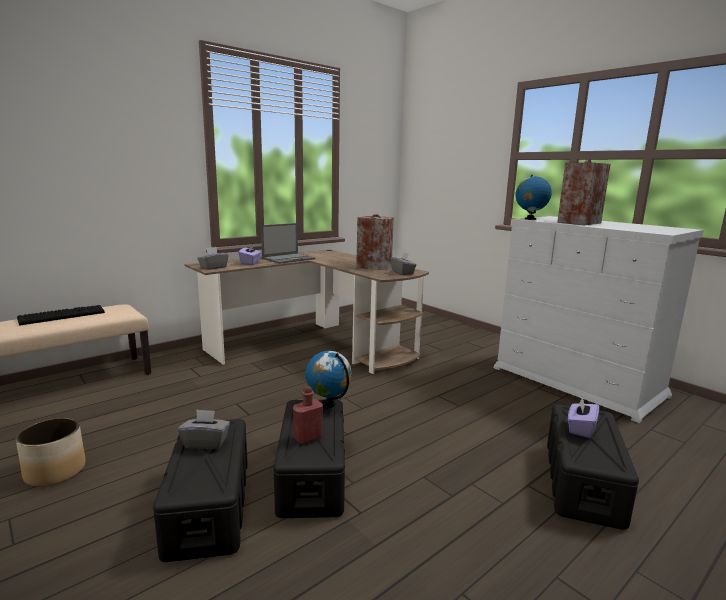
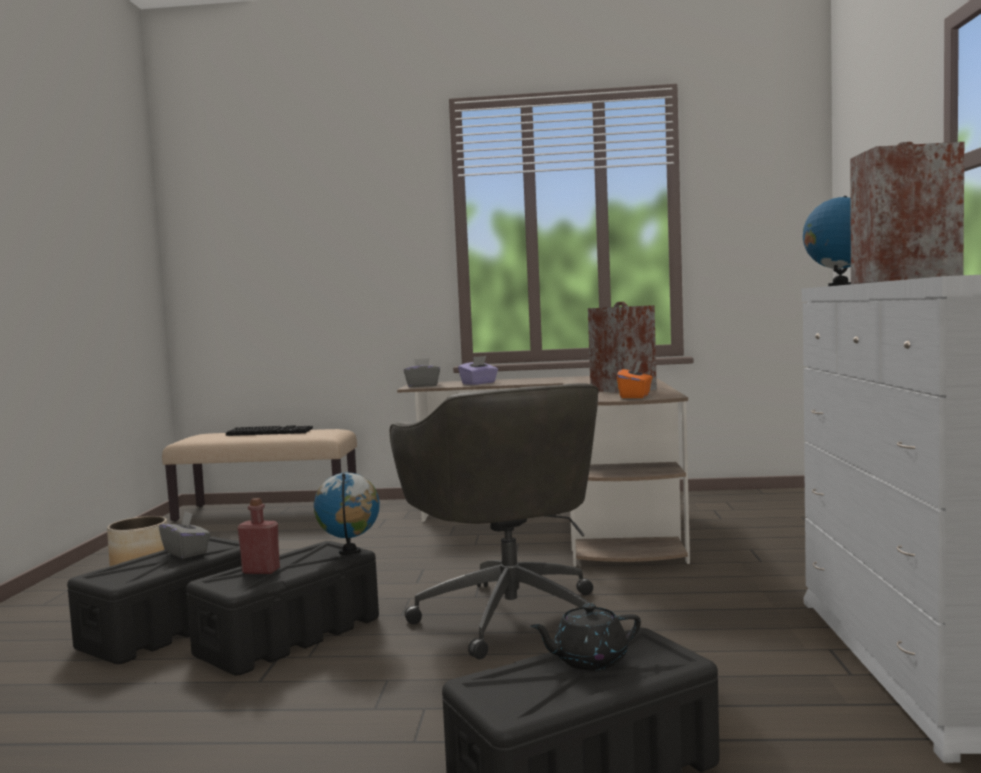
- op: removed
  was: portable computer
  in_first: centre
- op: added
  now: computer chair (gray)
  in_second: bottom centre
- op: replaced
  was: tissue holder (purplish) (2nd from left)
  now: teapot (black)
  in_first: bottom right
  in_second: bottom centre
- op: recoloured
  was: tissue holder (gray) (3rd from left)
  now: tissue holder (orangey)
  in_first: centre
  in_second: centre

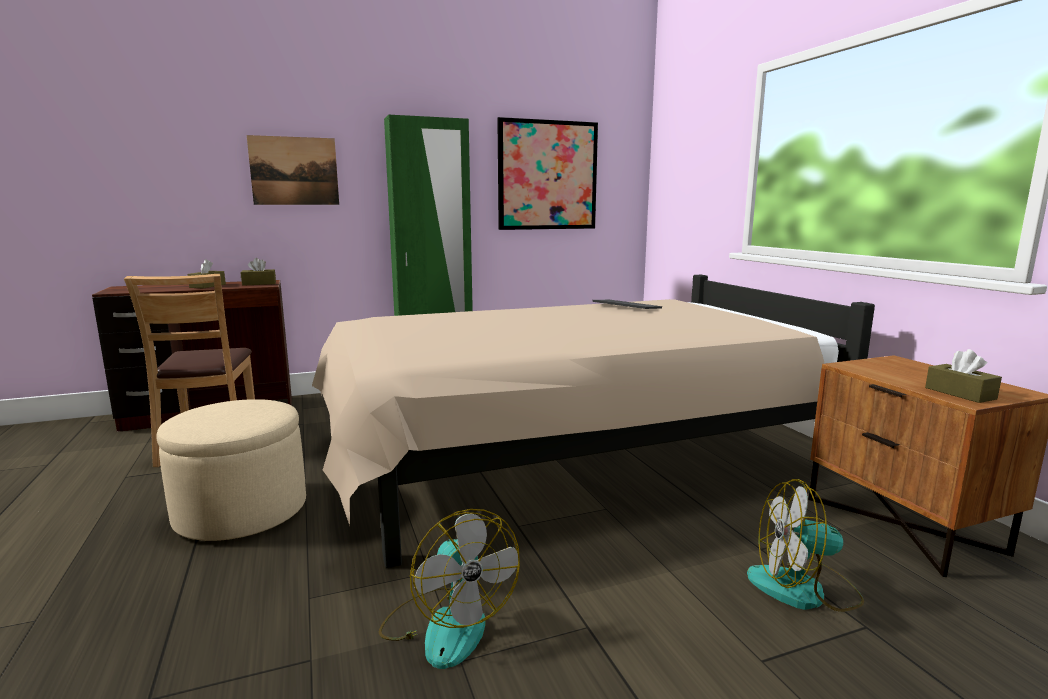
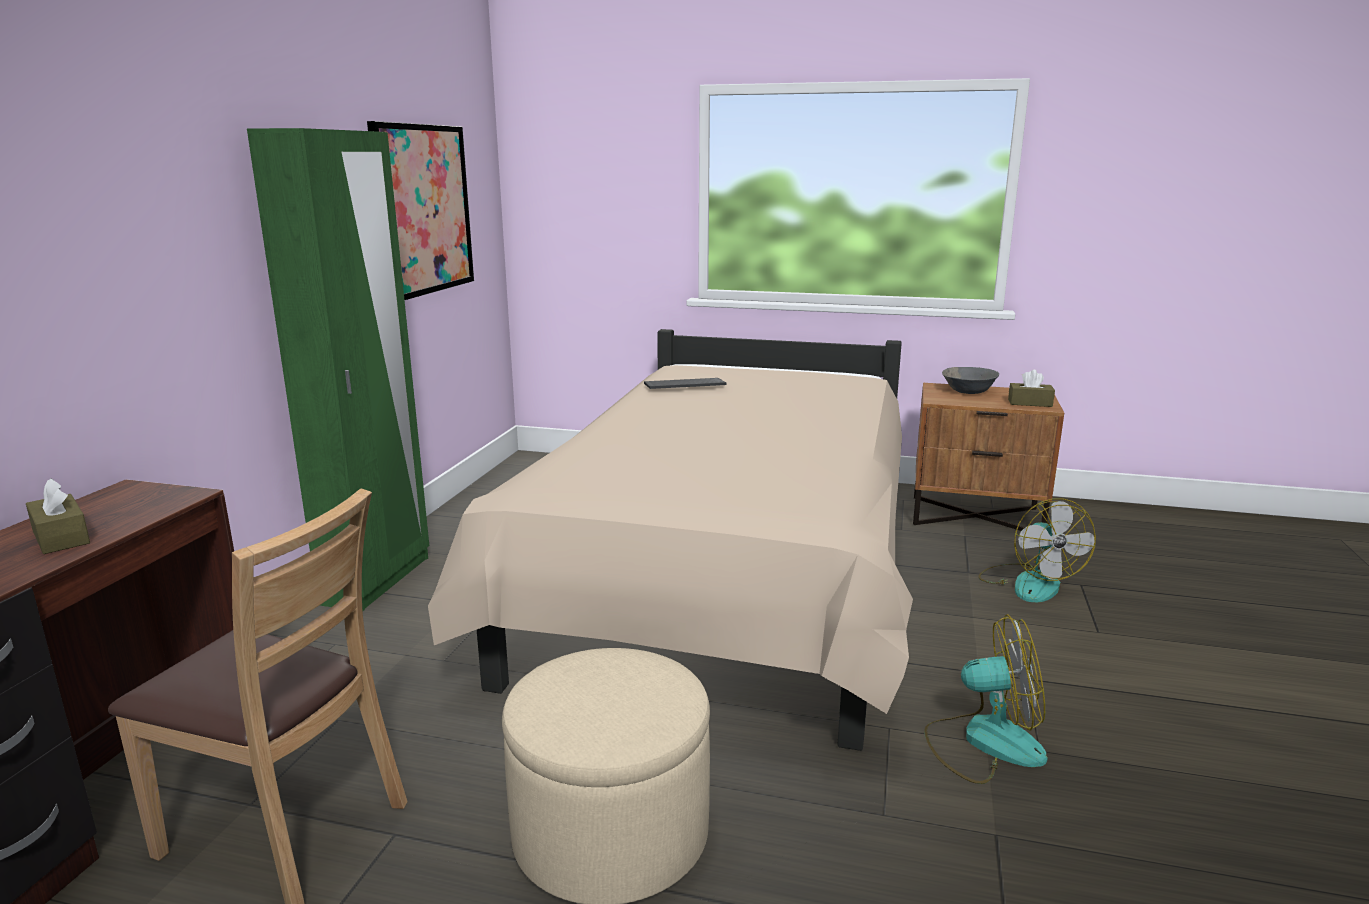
- op: removed
  was: tissue holder (brown) (2nd from left)
  in_first: middle left
- op: removed
  was: wall picture (1st from left)
  in_first: top left
- op: added
  now: bowl (gray)
  in_second: middle right
- op: turned
  was: cooling fan (2nd from left)
  in_first: bottom right
  in_second: middle right
  clockwise: -45

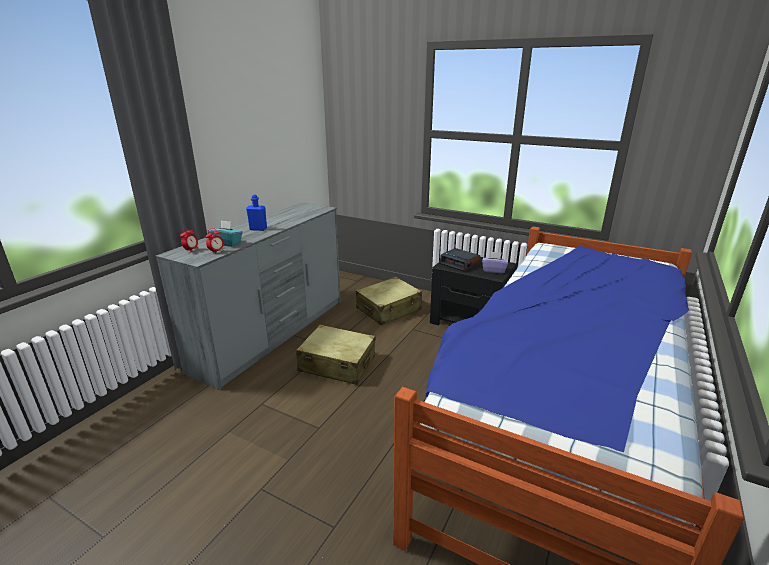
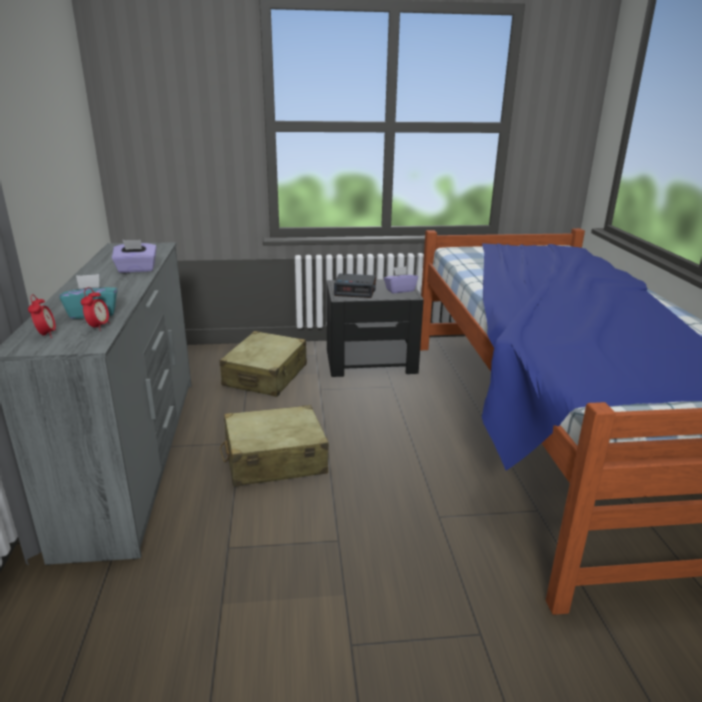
- op: removed
  was: bottle (blue)
  in_first: middle left
- op: added
  now: tissue holder (purplish) (1st from left)
  in_second: middle left

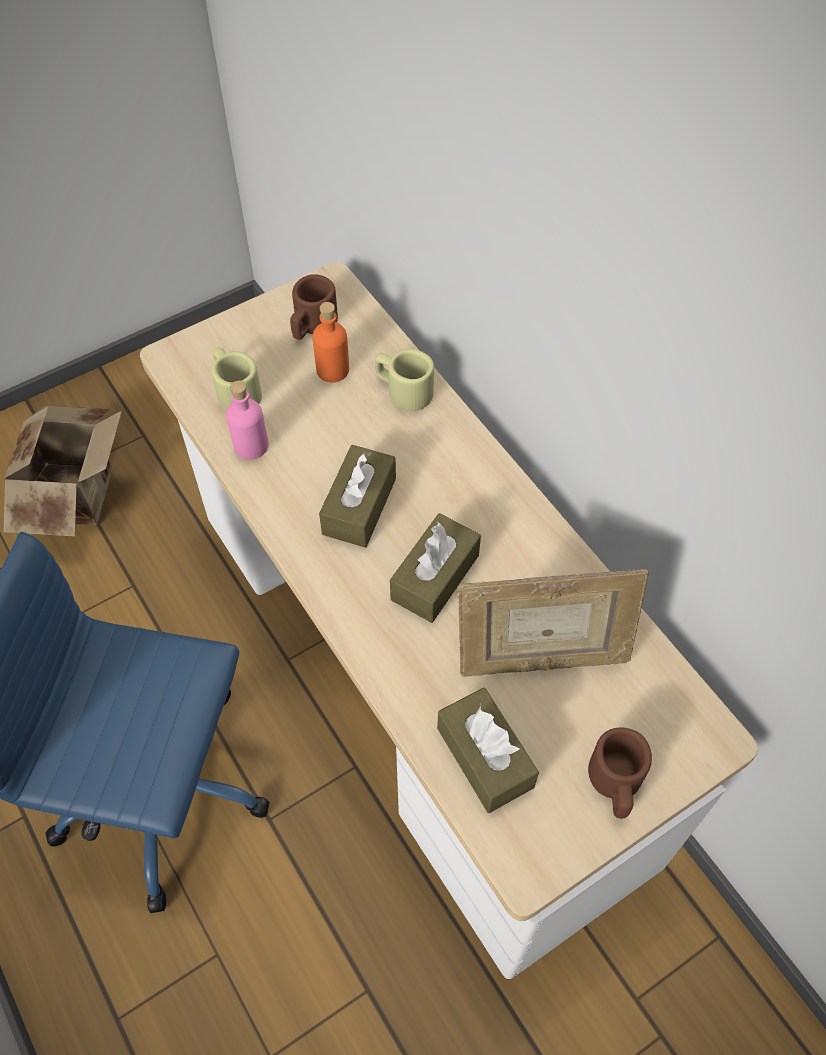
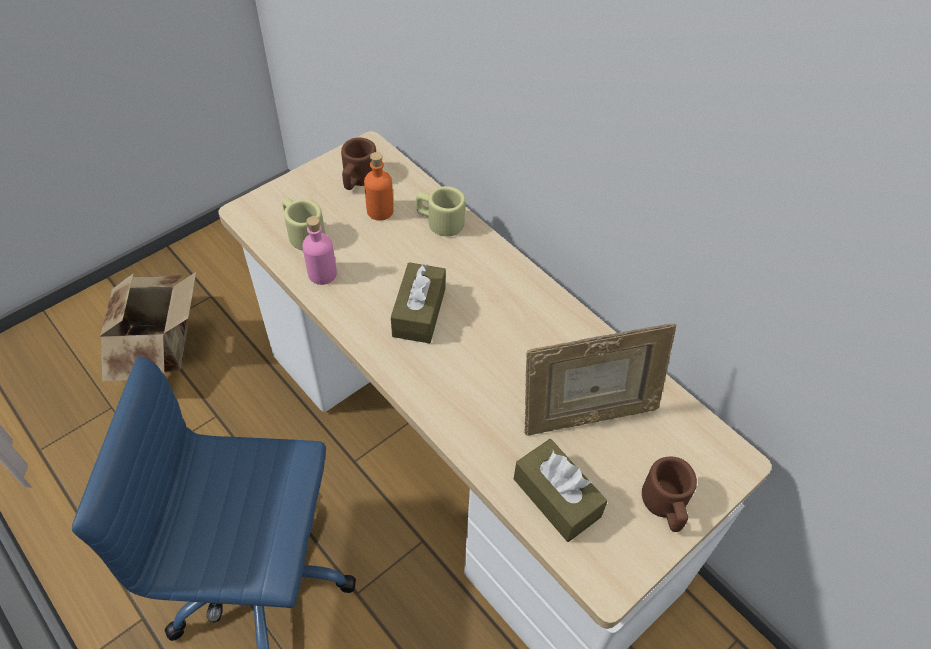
- op: removed
  was: tissue holder (brown) (2nd from left)
  in_first: centre

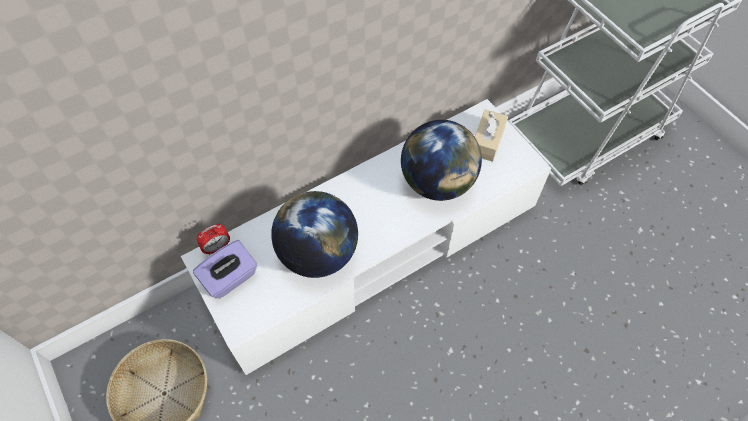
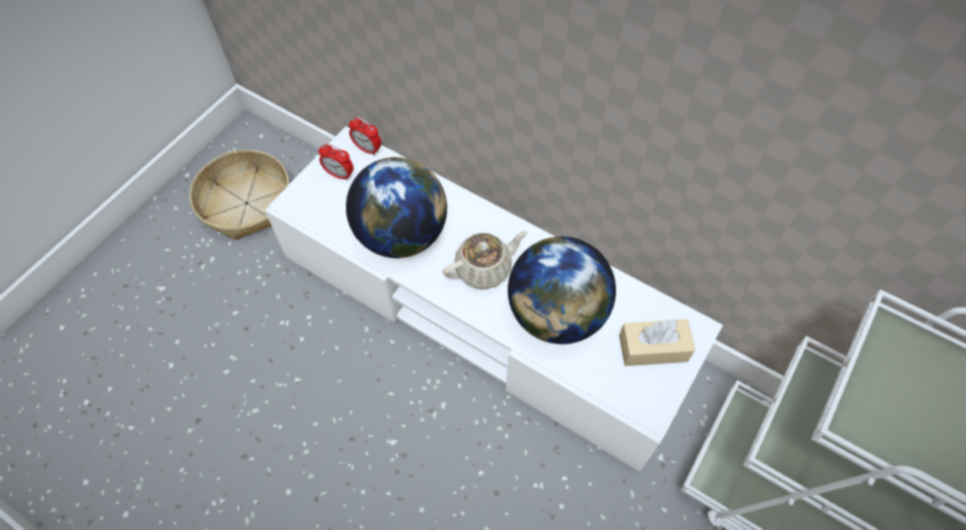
- op: added
  now: teapot (beige-coloured)
  in_second: centre
- op: replaced
  was: tissue holder (purplish)
  now: table clock (1st from left)
  in_first: middle left
  in_second: top centre

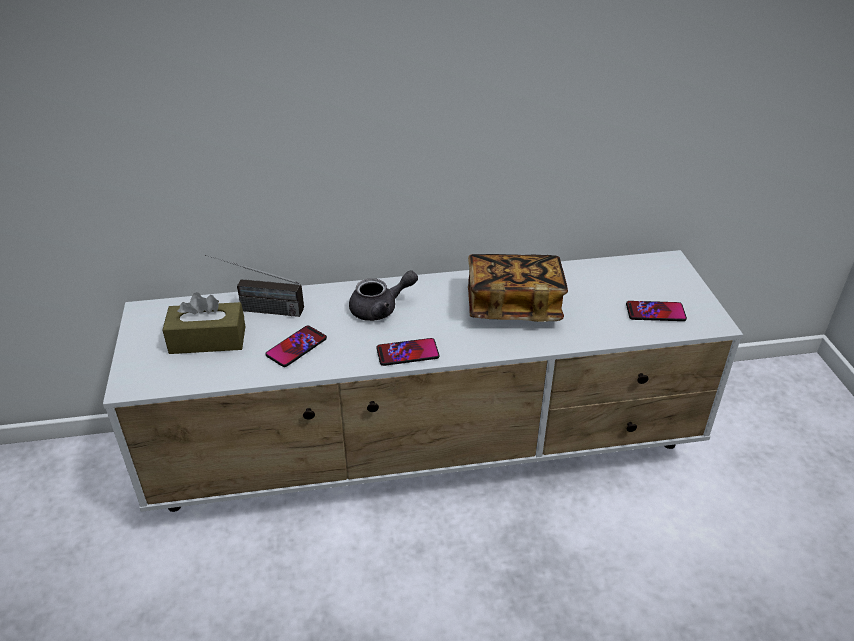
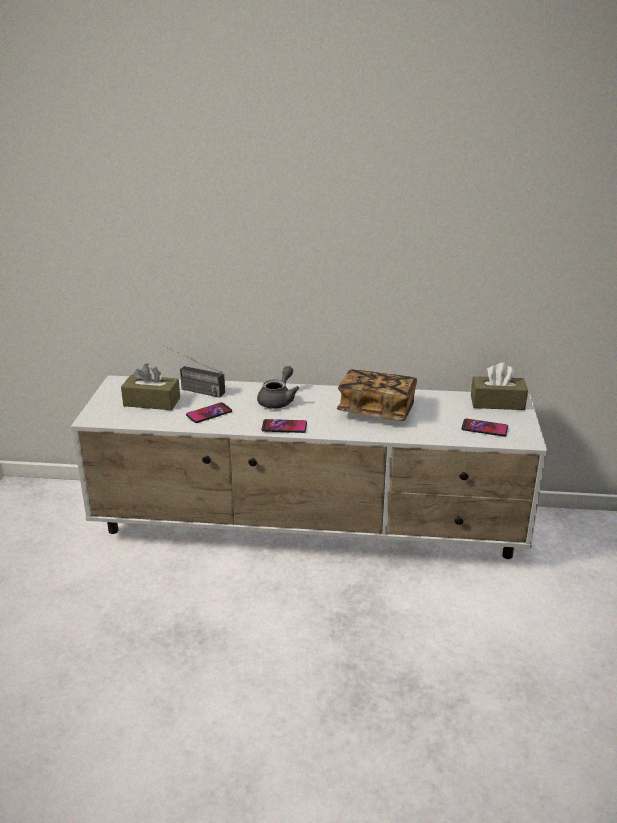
- op: added
  now: tissue holder (brown) (2nd from left)
  in_second: middle right
- op: turned
  was: teapot (gray)
  in_first: centre
  in_second: centre
  clockwise: -60

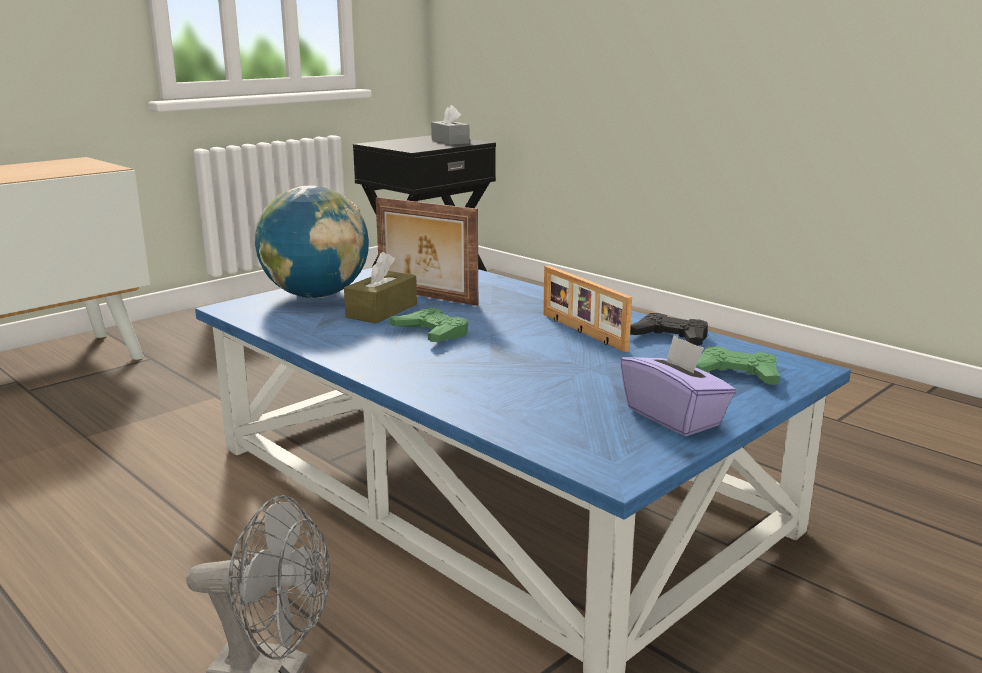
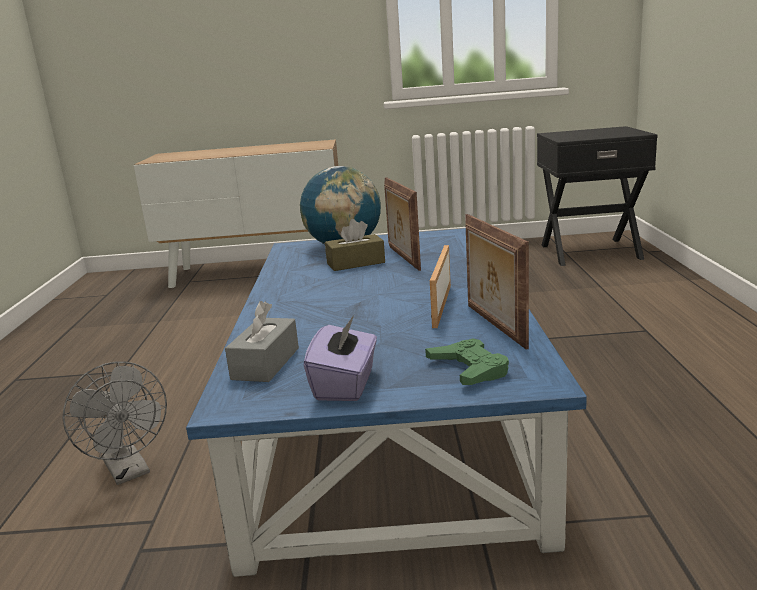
- op: removed
  was: joypad (green-coloured) (1st from left)
  in_first: centre
- op: moved
  was: tissue holder (gray)
  in_first: top centre
  in_second: centre
- op: replaced
  was: joypad (black)
  now: standing frame (3rd from left)
  in_first: middle right
  in_second: centre

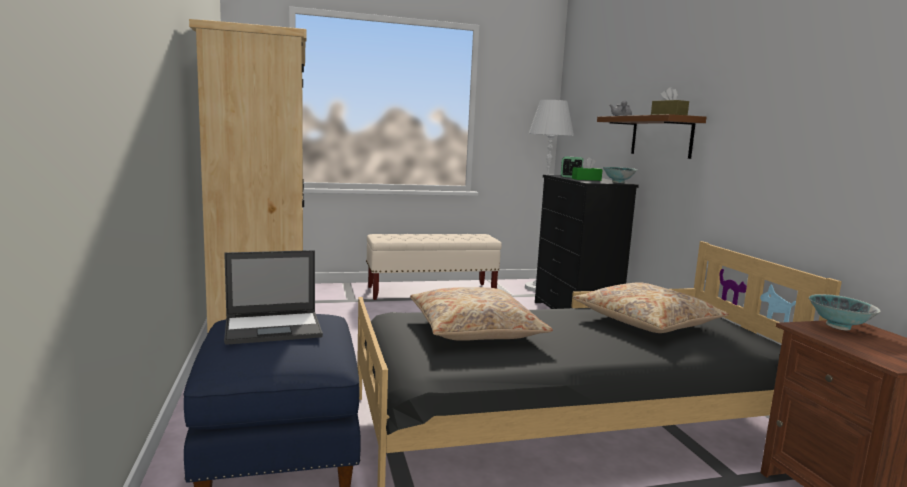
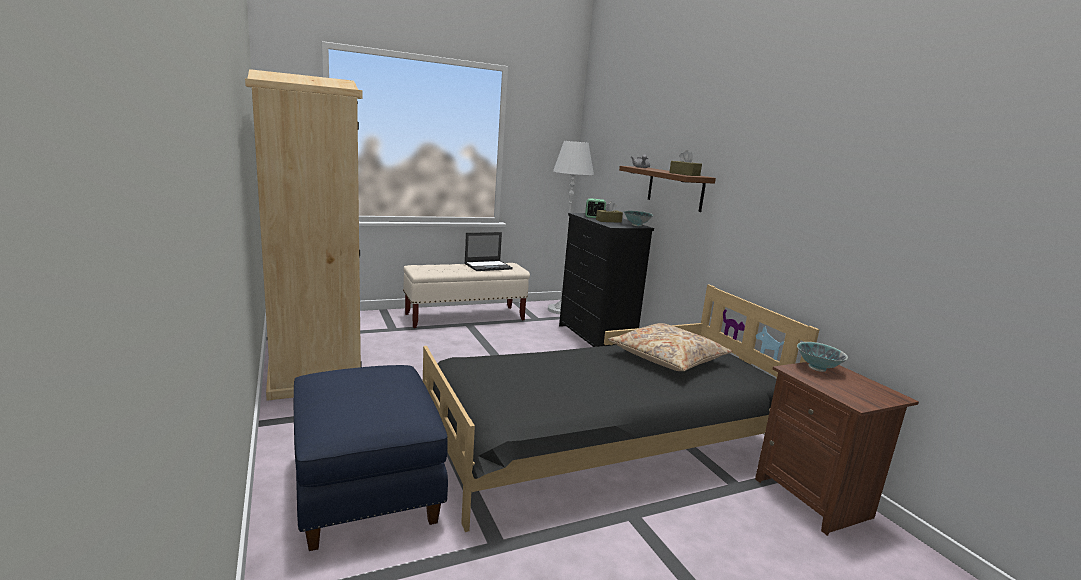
- op: removed
  was: cushion (beige-coloured) (1st from left)
  in_first: centre
- op: moved
  was: portable computer
  in_first: middle left
  in_second: centre
- op: recoloured
  was: tissue holder (green-coloured)
  now: tissue holder (brown) (1st from left)
  in_first: centre
  in_second: centre

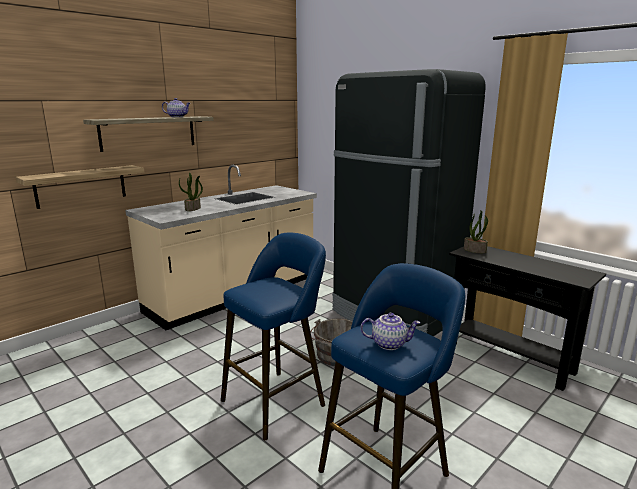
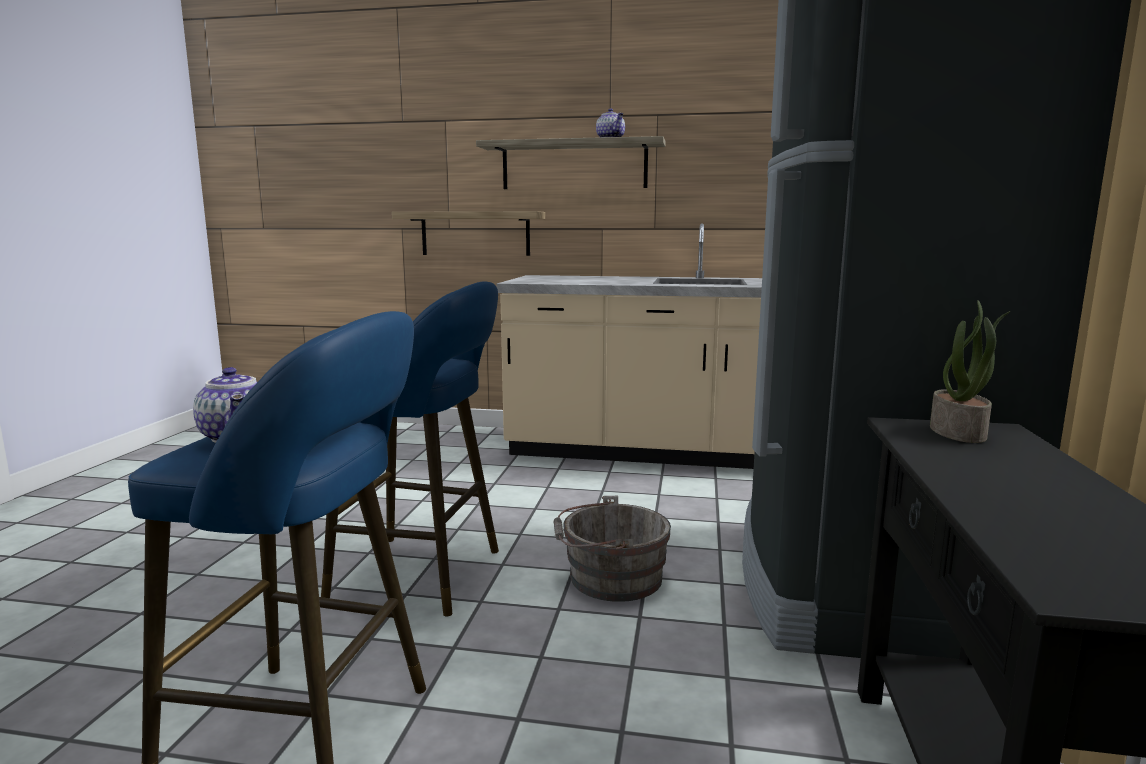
- op: removed
  was: plant in a pot (1st from left)
  in_first: middle left

